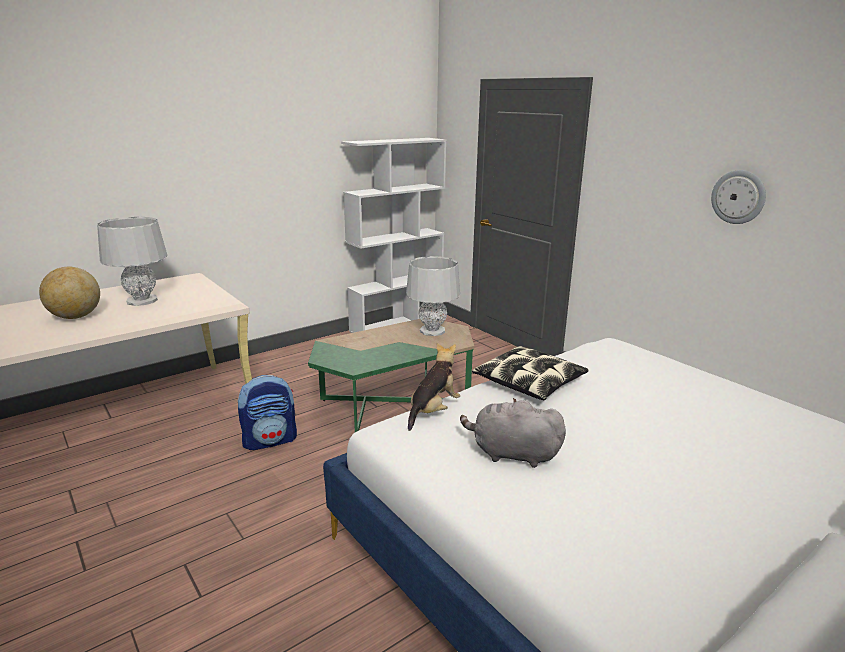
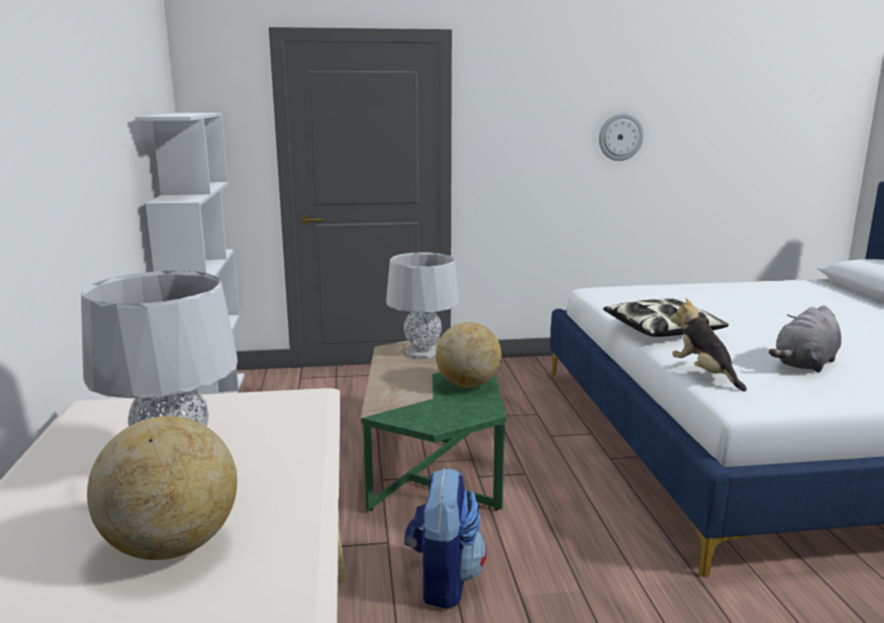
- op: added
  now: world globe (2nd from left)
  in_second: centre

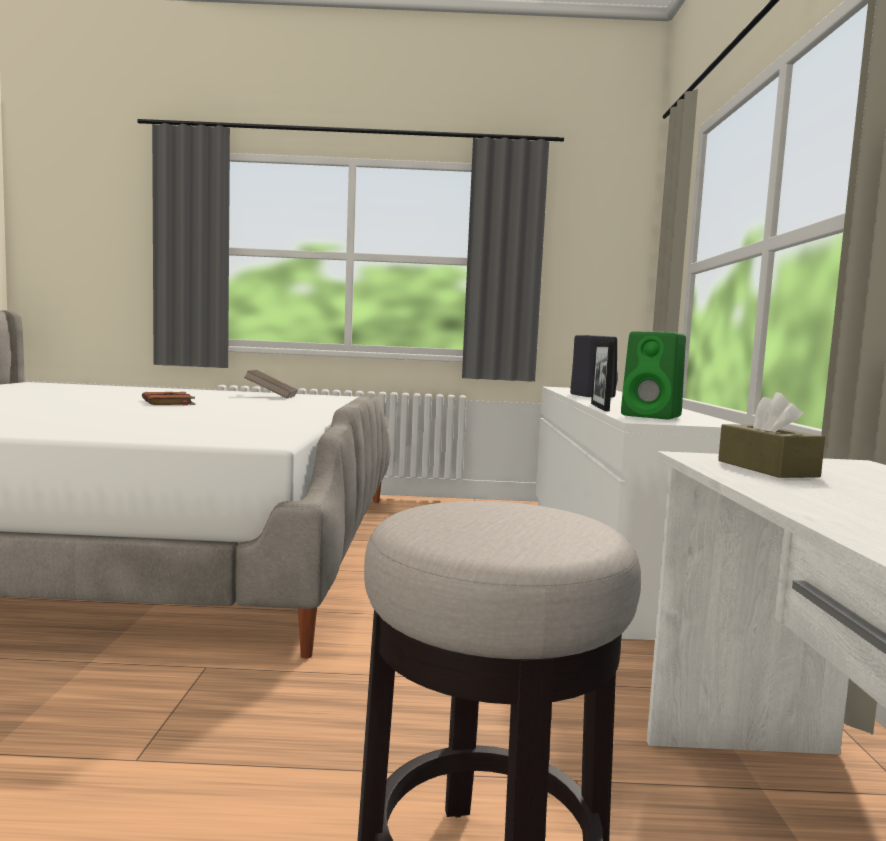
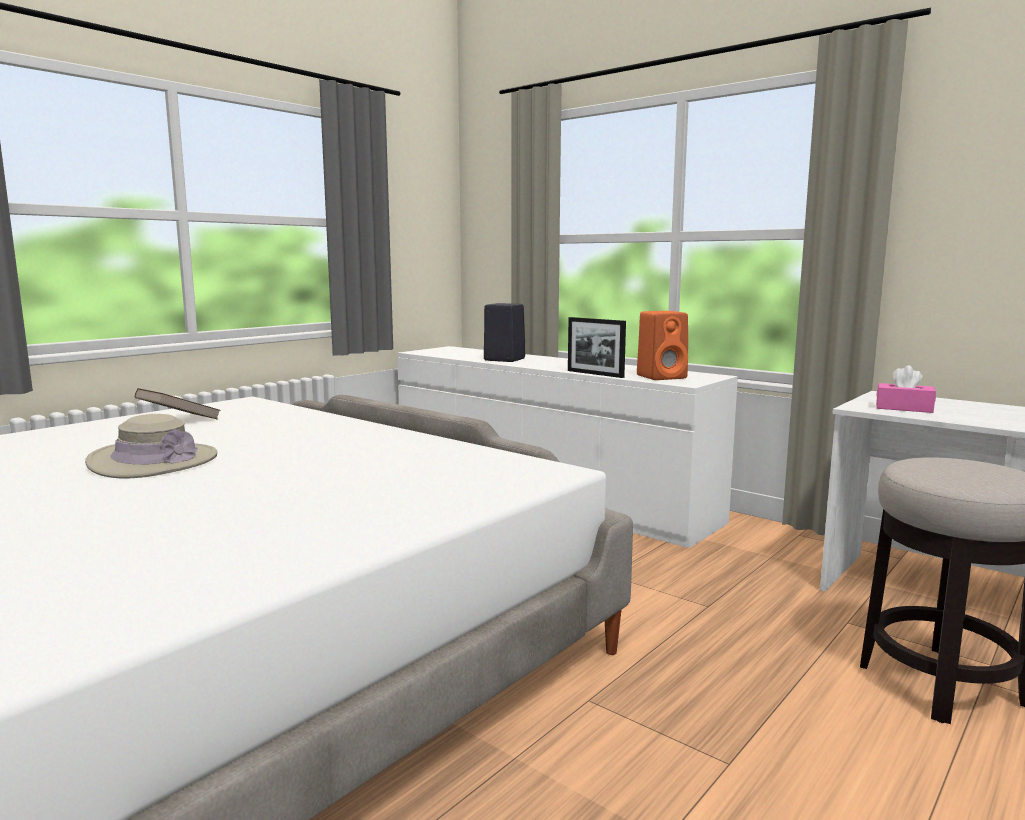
- op: replaced
  was: book (brown) (1st from left)
  now: clothing hat (beige-coloured)
  in_first: middle left
  in_second: middle left
- op: recoloured
  was: loudspeaker (green-coloured)
  now: loudspeaker (orangey)
  in_first: middle right
  in_second: centre
- op: recoloured
  was: tissue holder (brown)
  now: tissue holder (pinkish)
  in_first: middle right
  in_second: middle right

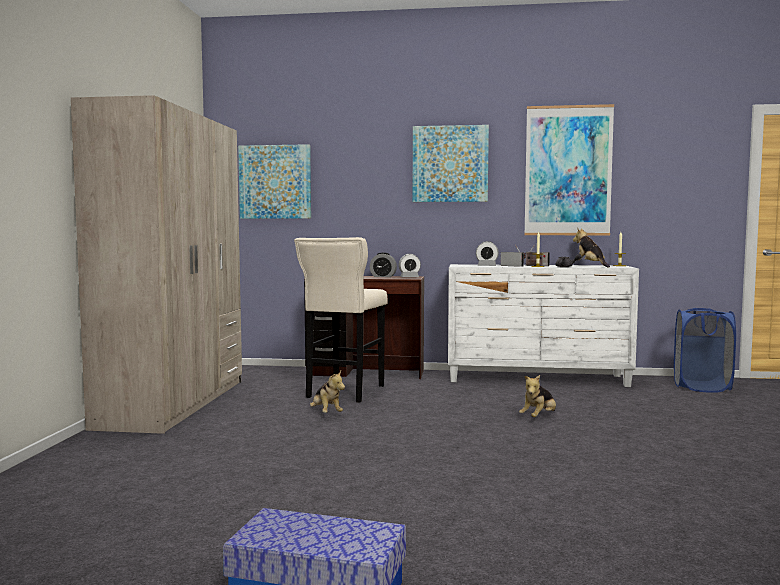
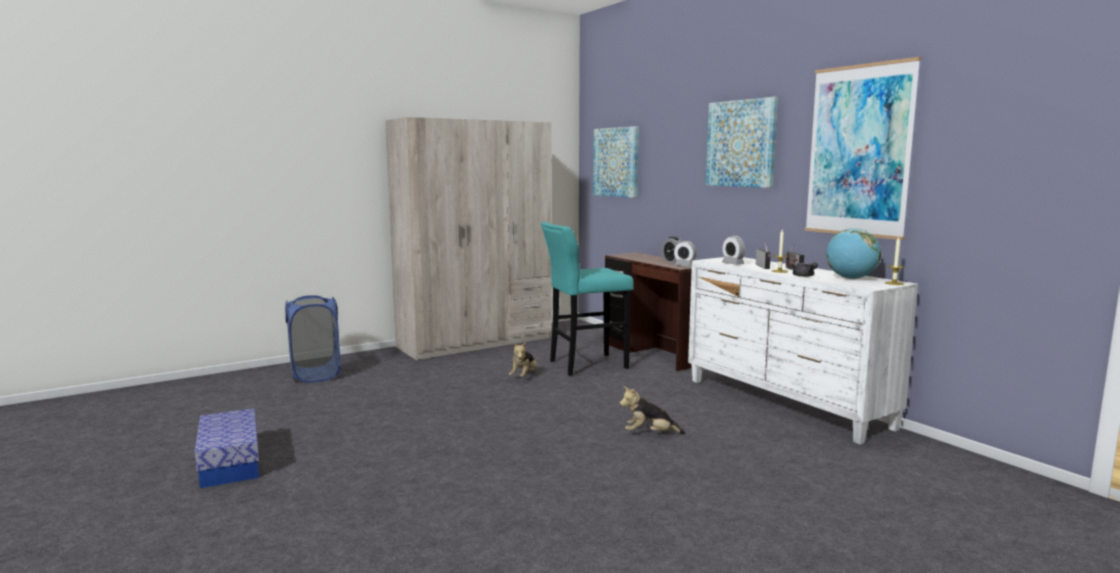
- op: moved
  was: hamper (blue)
  in_first: middle right
  in_second: middle left
- op: replaced
  was: plush toy (3rd from left)
  now: world globe
  in_first: middle right
  in_second: middle right
- op: recoloured
  was: sitting stool (beige-coloured)
  now: sitting stool (turquoise)
  in_first: centre
  in_second: centre

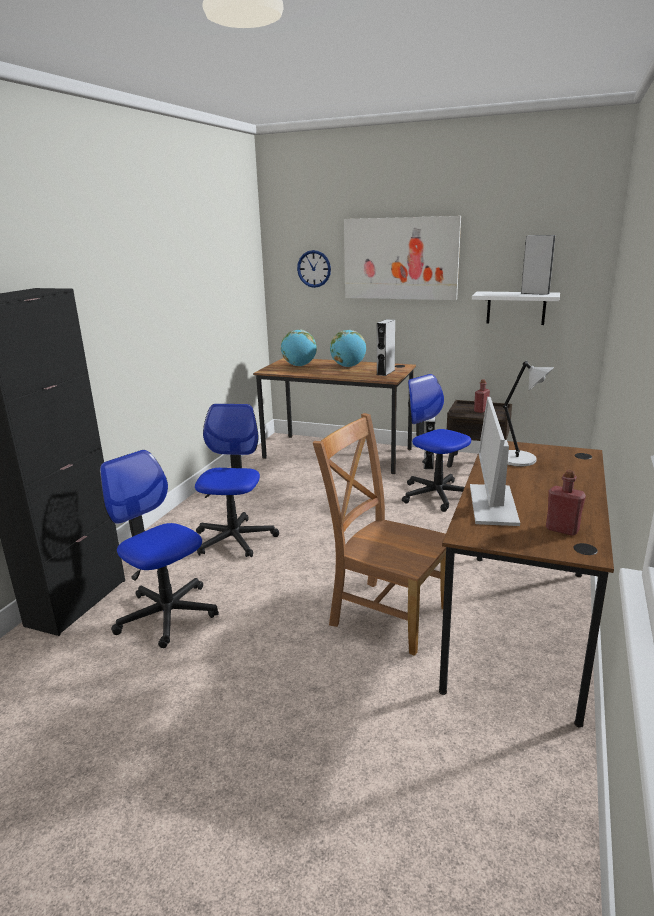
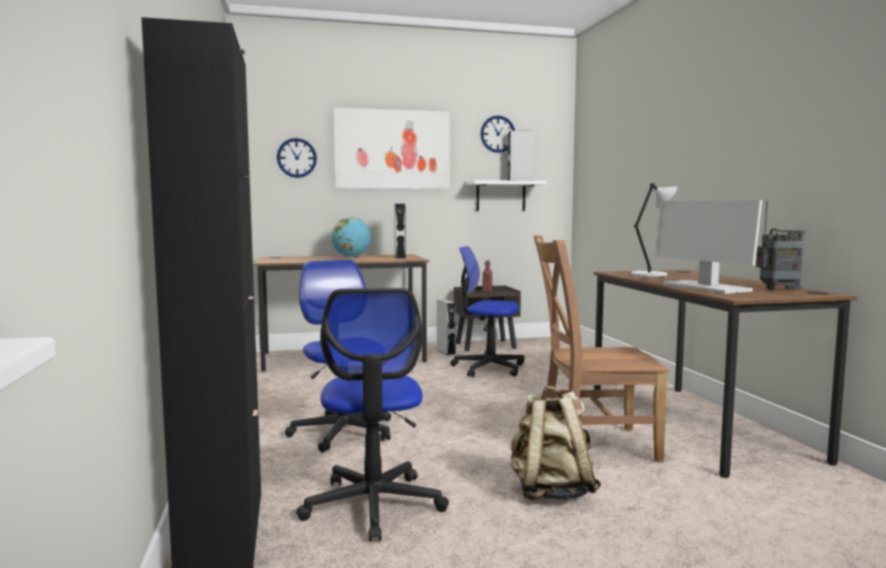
- op: removed
  was: world globe (1st from left)
  in_first: centre
- op: added
  now: hanging clock (2nd from left)
  in_second: top centre
- op: added
  now: backpack (beige-coloured)
  in_second: bottom centre
- op: replaced
  was: bottle (reddish) (2nd from left)
  now: radio receiver
  in_first: middle right
  in_second: middle right
- op: turned
  was: computer chair (1st from left in the first image)
  in_first: middle left
  in_second: bottom centre
  clockwise: -105

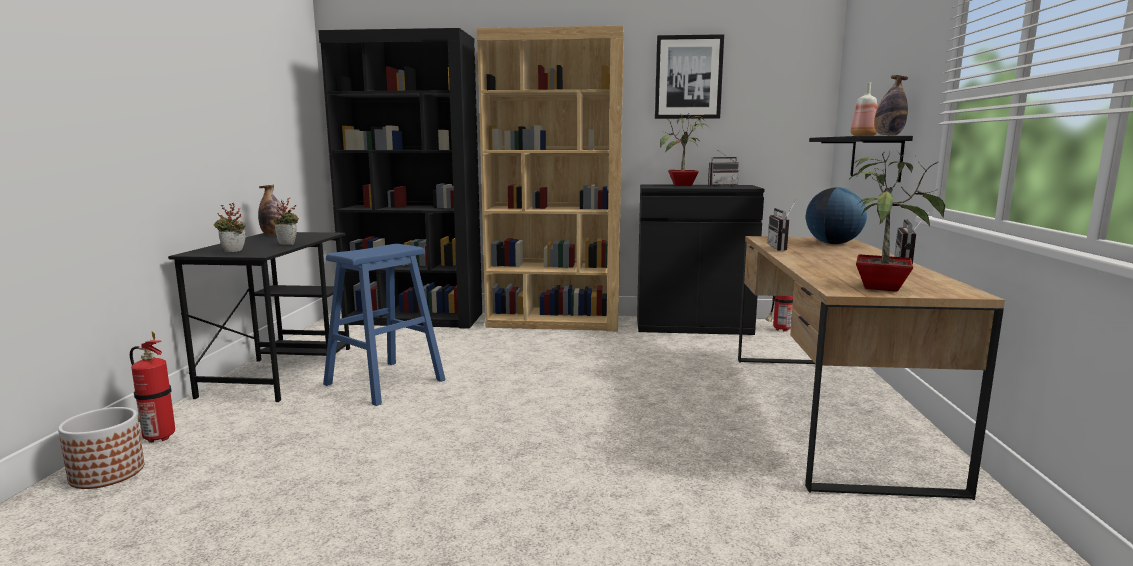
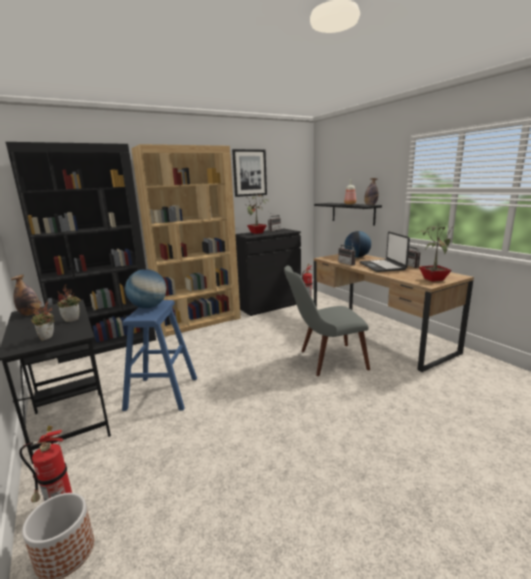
- op: added
  now: world globe (1st from left)
  in_second: middle left
- op: added
  now: upright chair (gray)
  in_second: centre
- op: added
  now: portable computer
  in_second: middle right

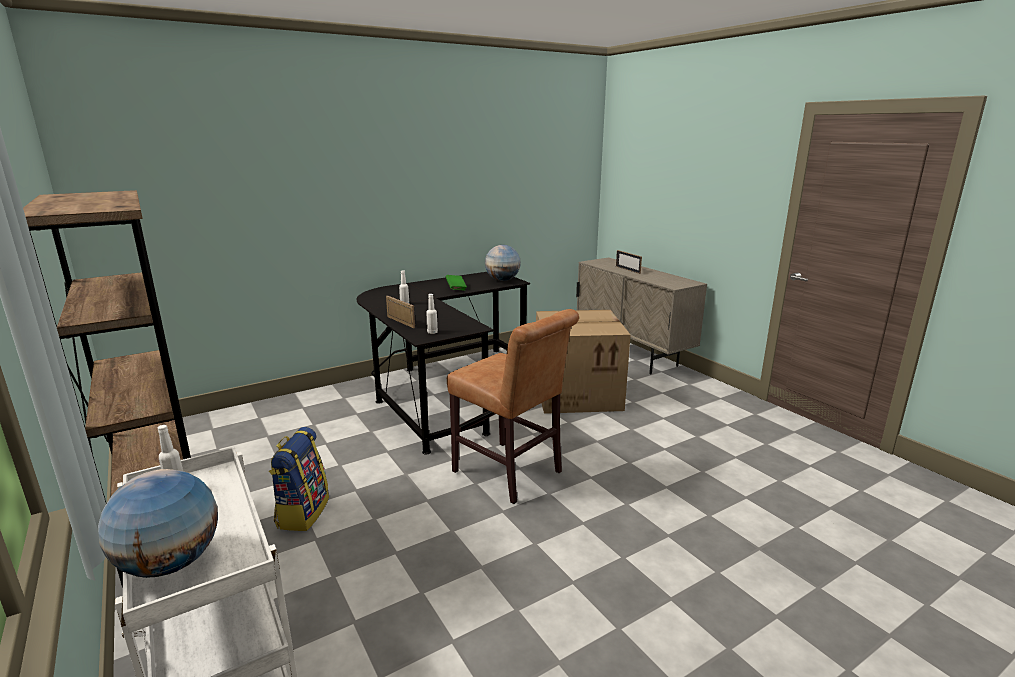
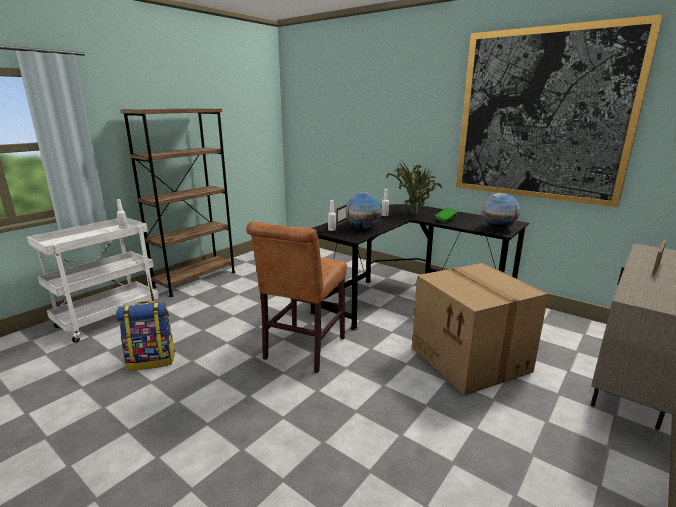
- op: added
  now: plant in a pot
  in_second: centre
- op: added
  now: wall picture
  in_second: top right
- op: moved
  was: world globe (1st from left)
  in_first: bottom left
  in_second: centre
- op: moved
  was: backpack
  in_first: bottom left
  in_second: middle left

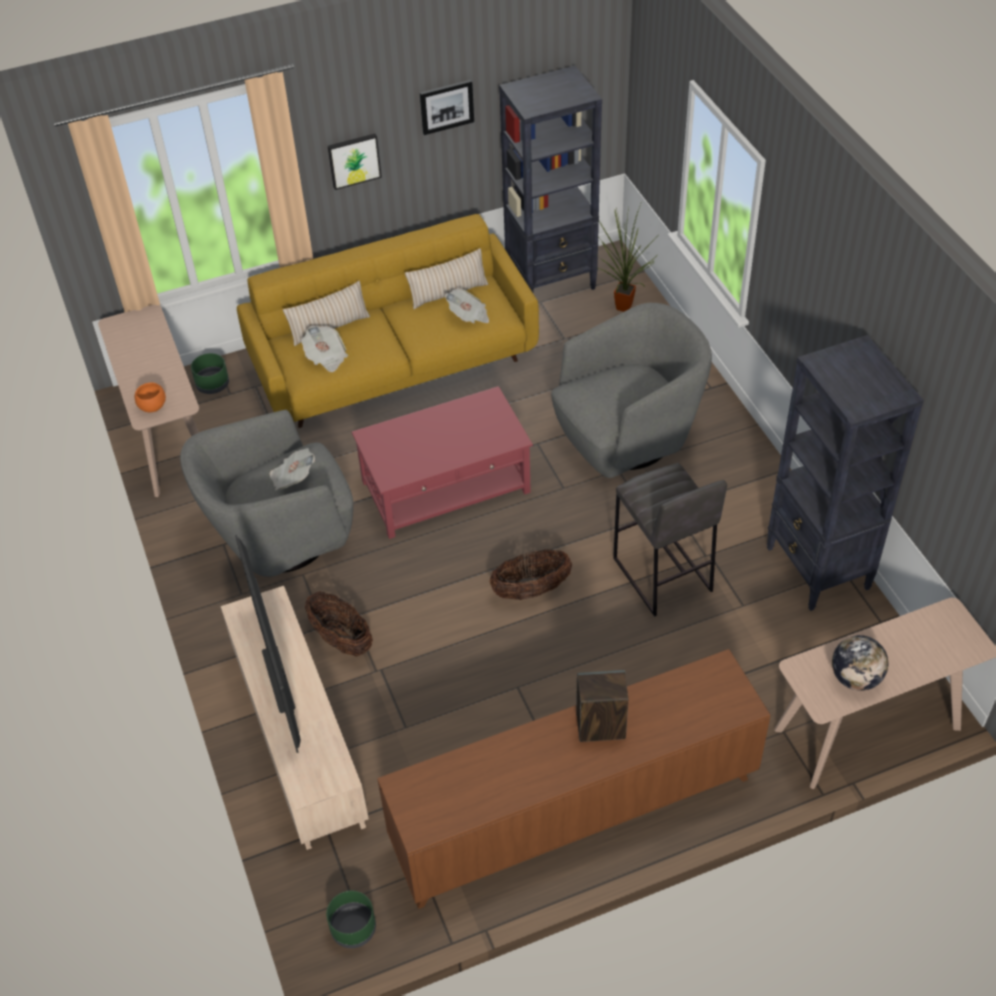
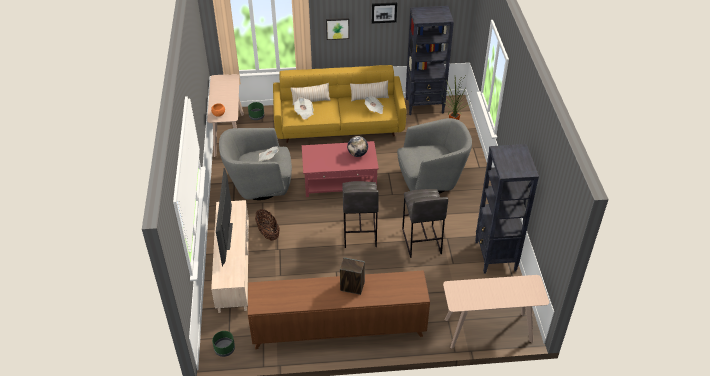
- op: moved
  was: world globe
  in_first: middle right
  in_second: centre
- op: replaced
  was: basket (2nd from left)
  now: sitting stool (gray) (1st from left)
  in_first: centre
  in_second: centre

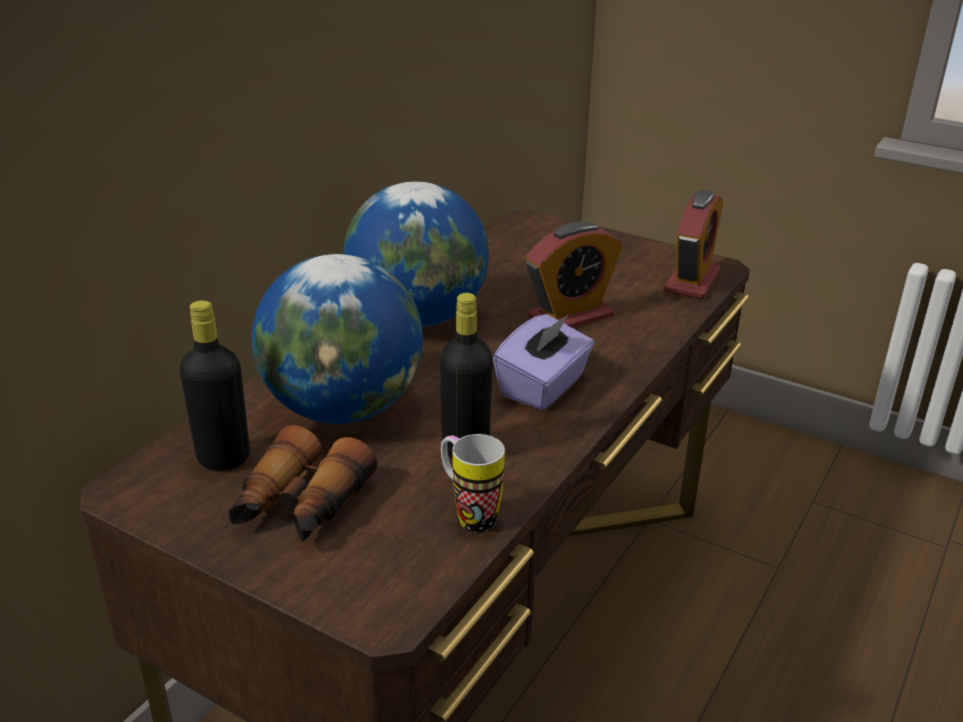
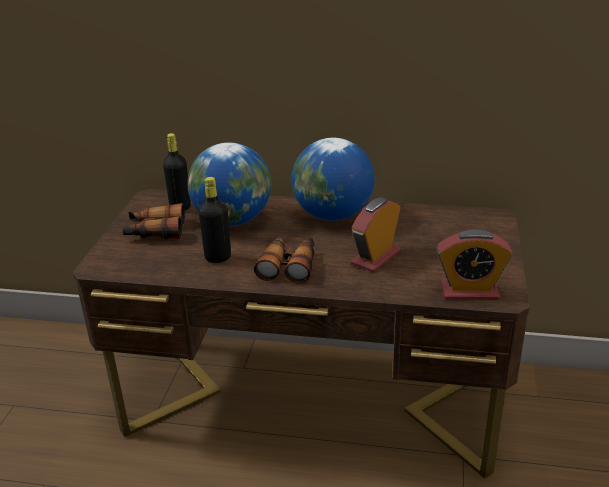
- op: removed
  was: coffee mug
  in_first: bottom centre
- op: replaced
  was: tissue holder (purplish)
  now: binoculars (2nd from left)
  in_first: centre
  in_second: centre
- op: turned
  was: table clock (1st from left)
  in_first: centre
  in_second: centre
  clockwise: 90

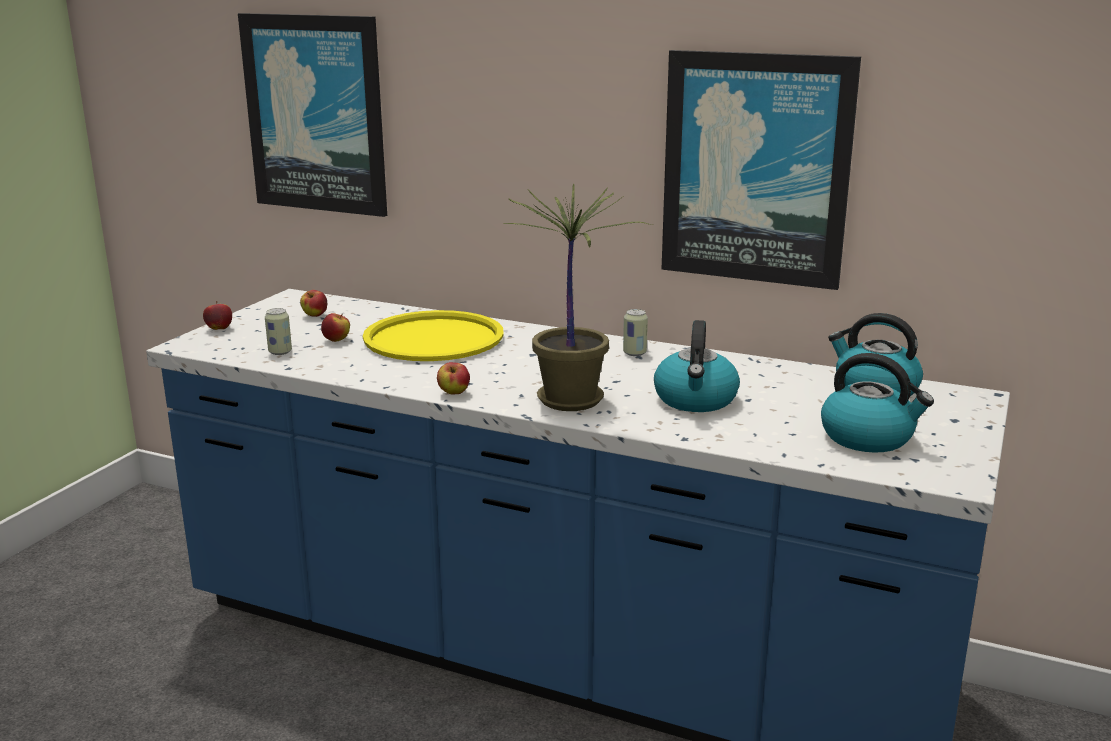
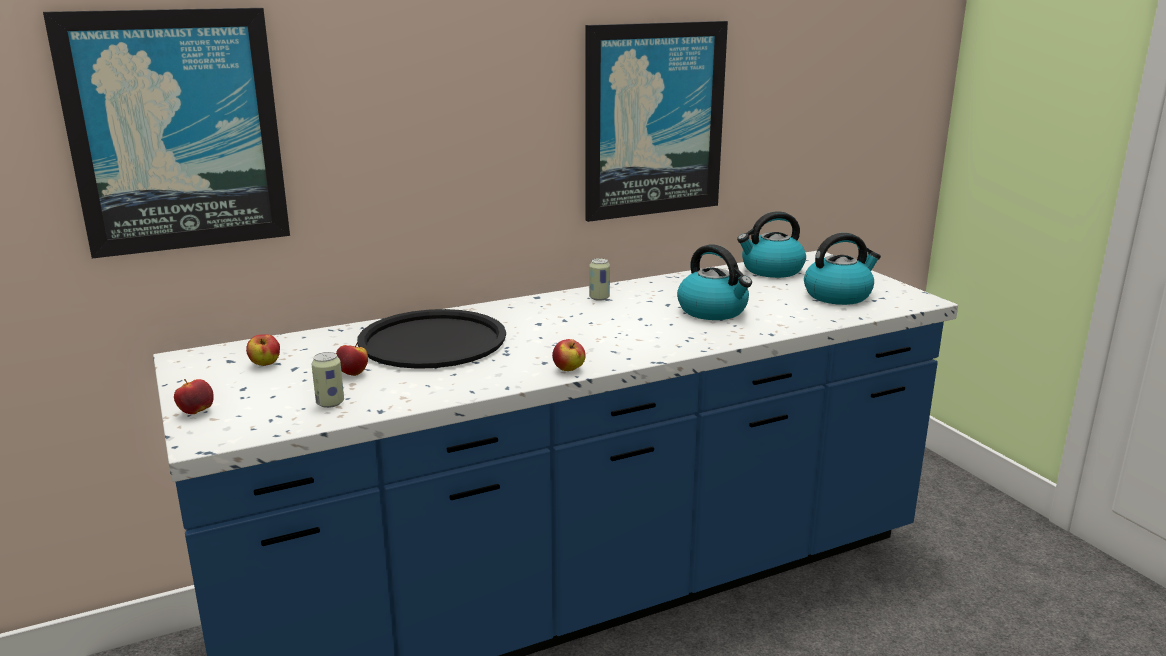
- op: removed
  was: plant in a pot
  in_first: centre
- op: recoloured
  was: serving tray (yellowish)
  now: serving tray (black)
  in_first: centre
  in_second: centre

